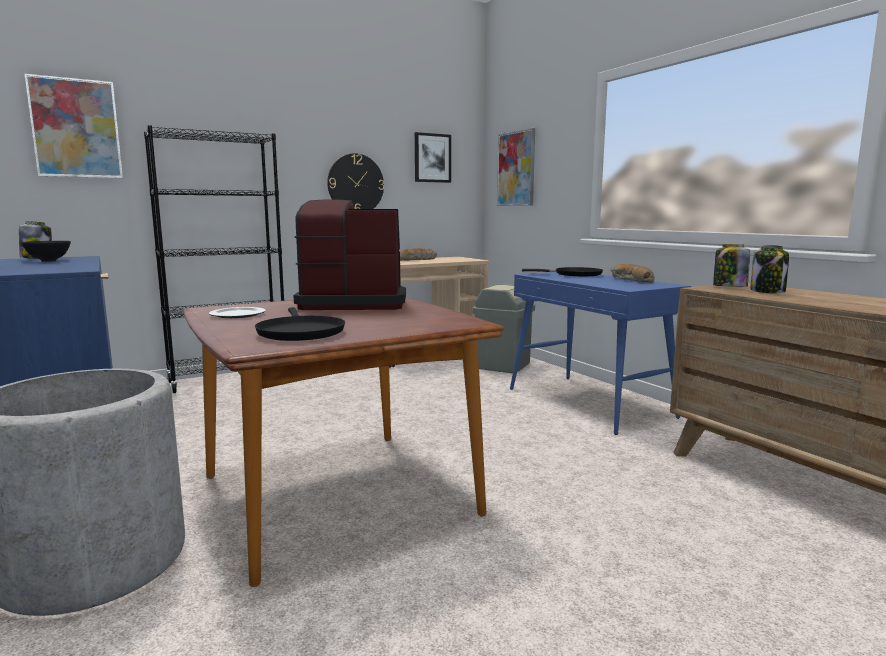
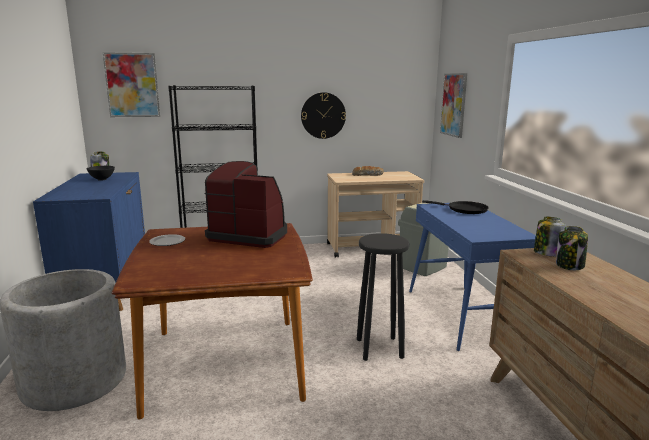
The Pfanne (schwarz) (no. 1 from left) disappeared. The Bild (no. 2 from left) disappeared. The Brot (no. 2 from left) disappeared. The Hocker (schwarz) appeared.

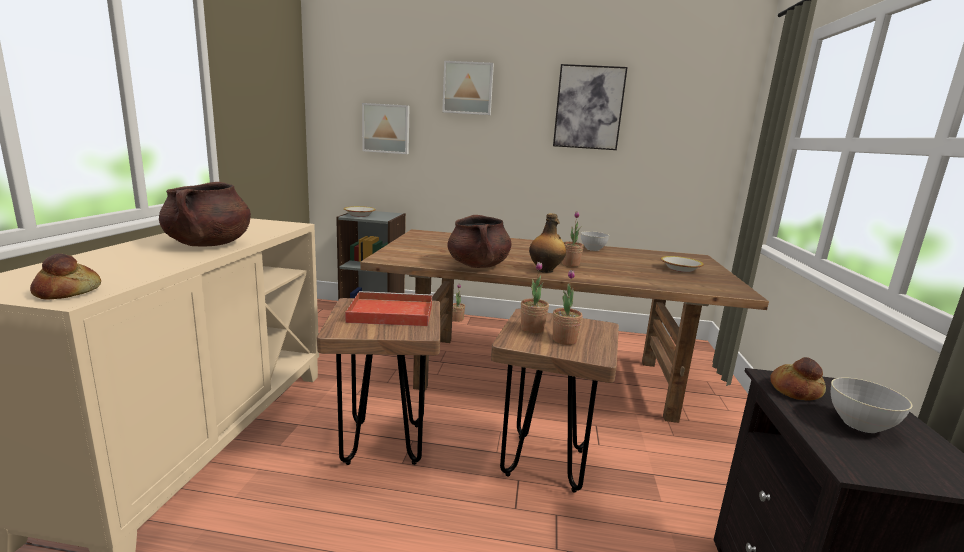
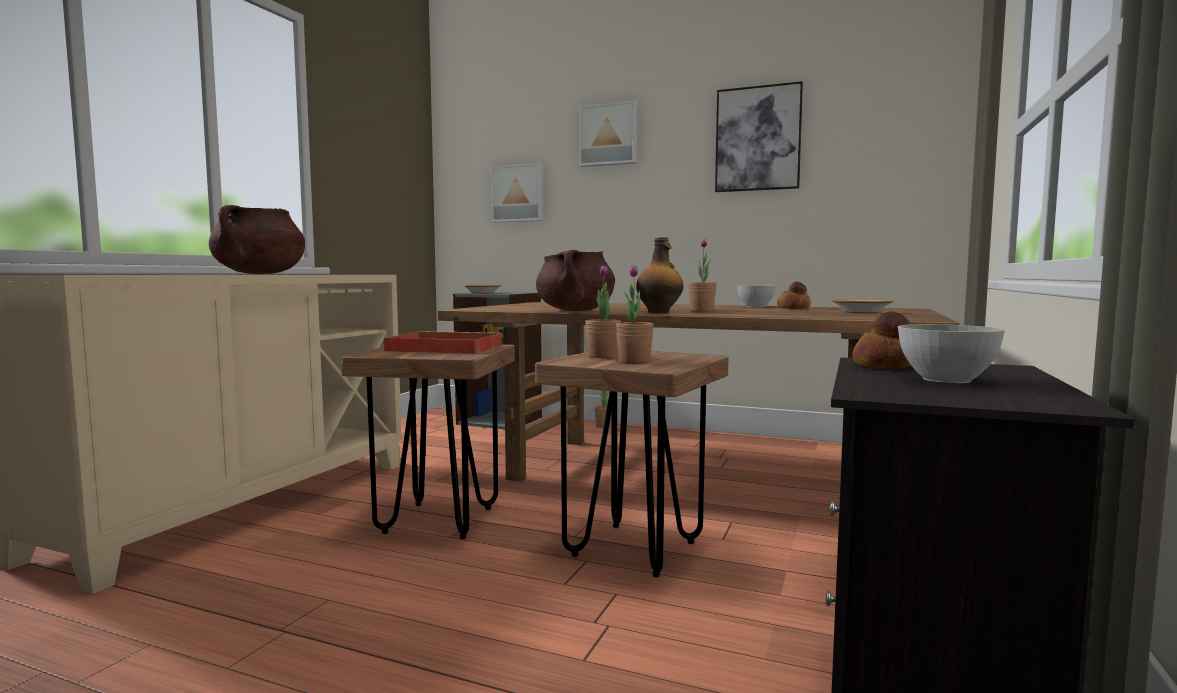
The Brot (no. 1 from left) moved.

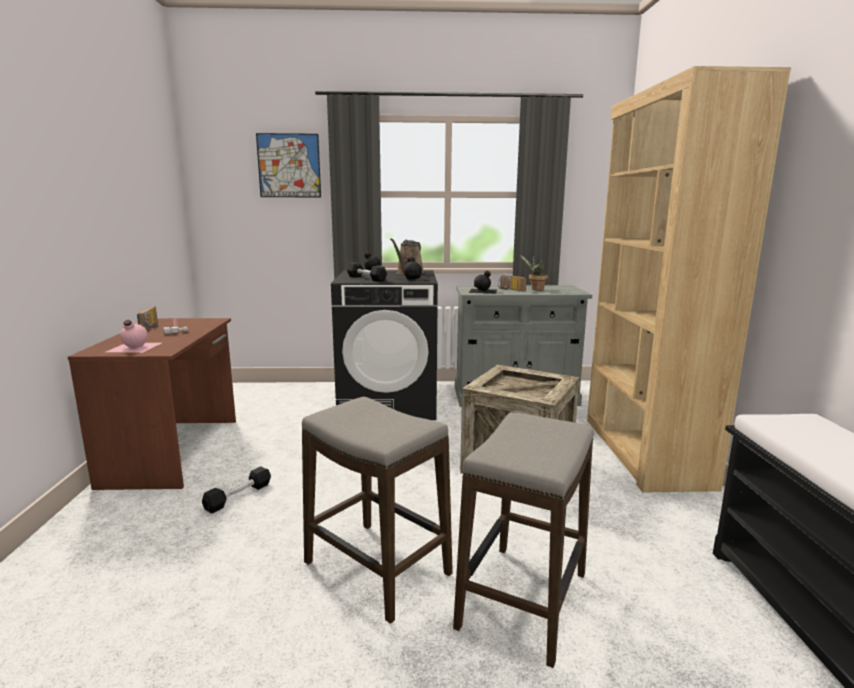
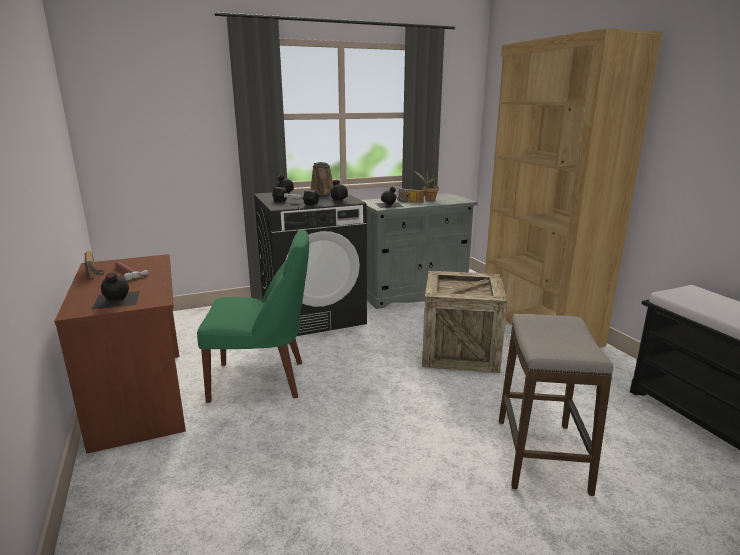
The Hantel (schwarz) (no. 1 from left) disappeared. The Bild disappeared. The Hocker (no. 1 from left) disappeared. The Stuhl (grün) appeared. The Flasche (rosa) became the Flasche (schwarz) (no. 1 from left).

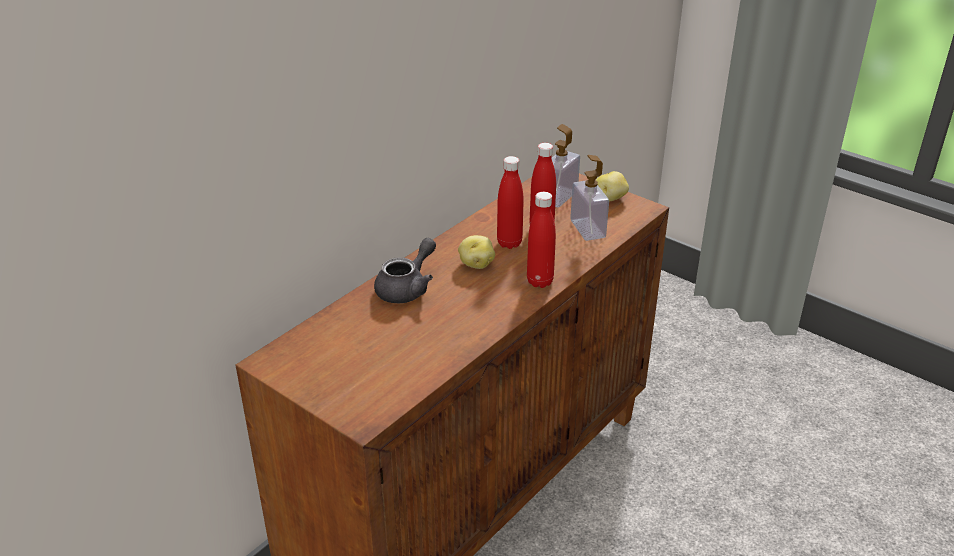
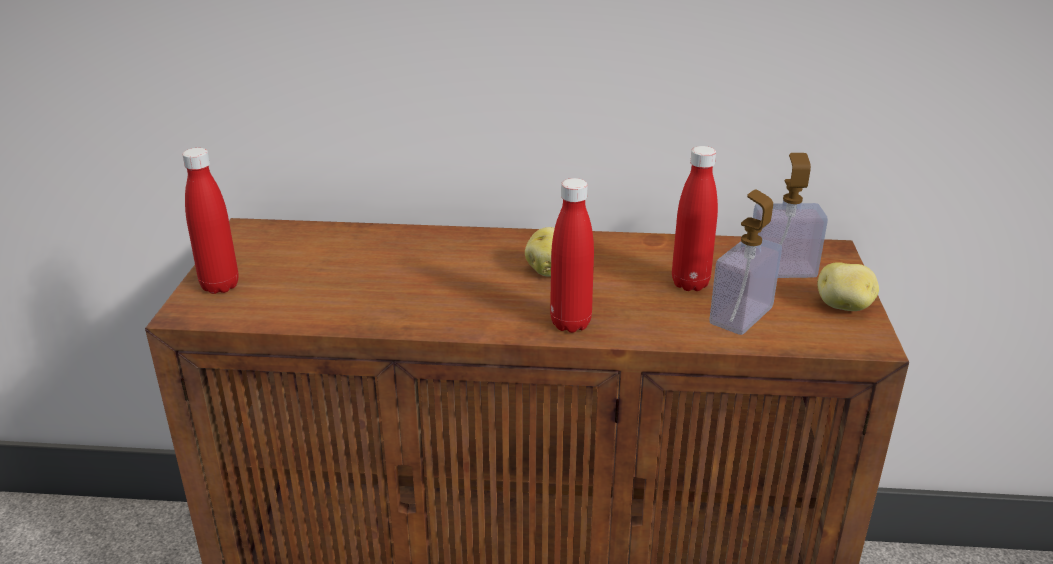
The Teekanne (grau) disappeared. The Flasche (rot) (no. 1 from left) moved.

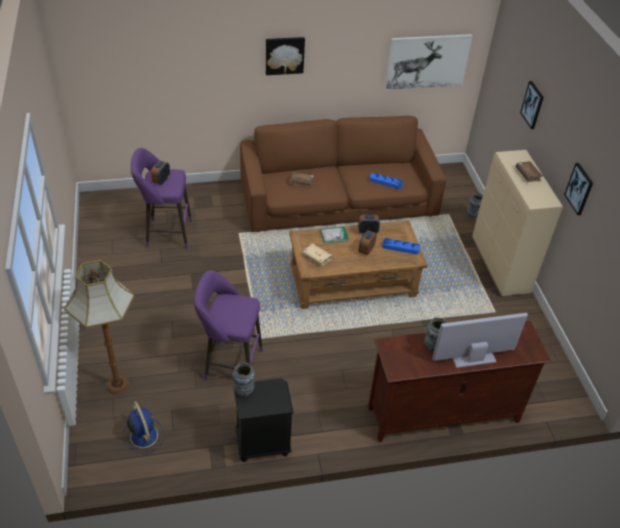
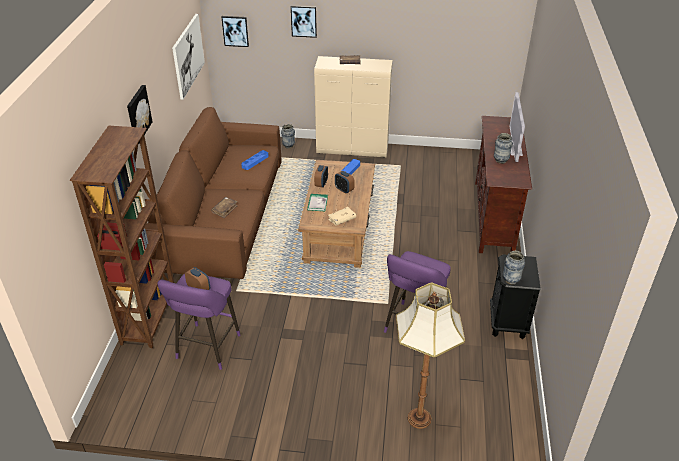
The Ventilator (blau) disappeared. The Bücherregal (braun) appeared. The Bild (no. 4 from left in the first image) moved.

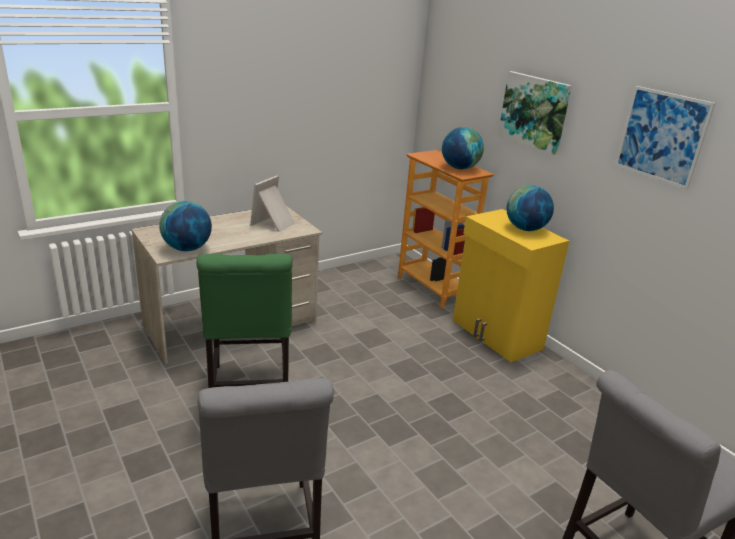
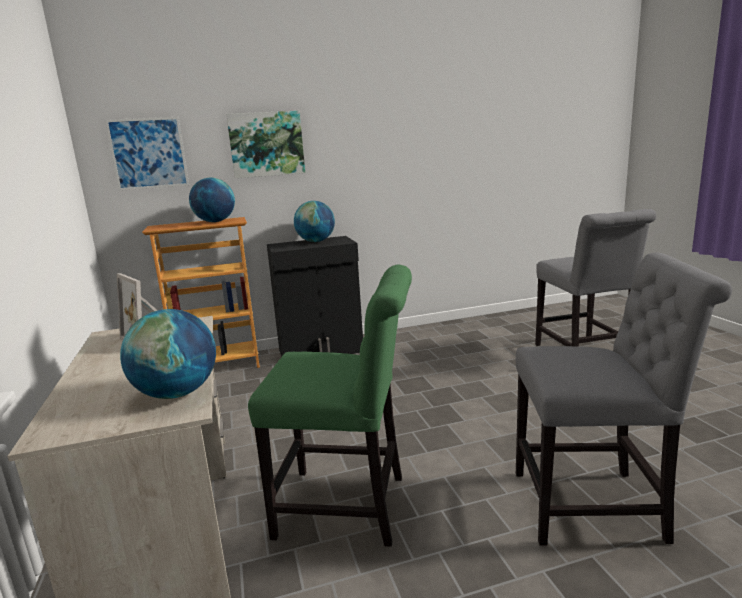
The Bild (no. 2 from left in the first image) moved. The Schrank (gelb) became the Schrank (schwarz).

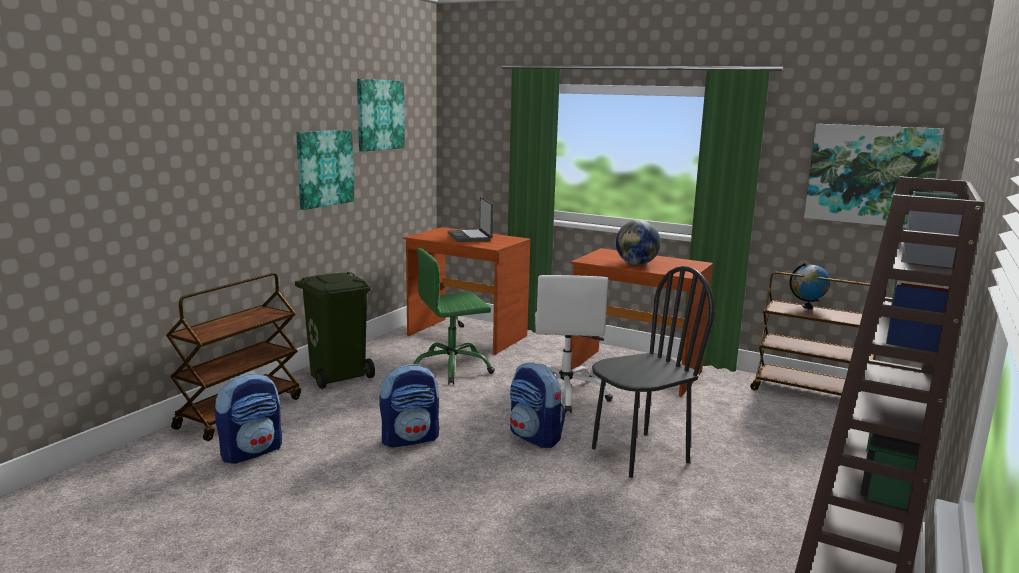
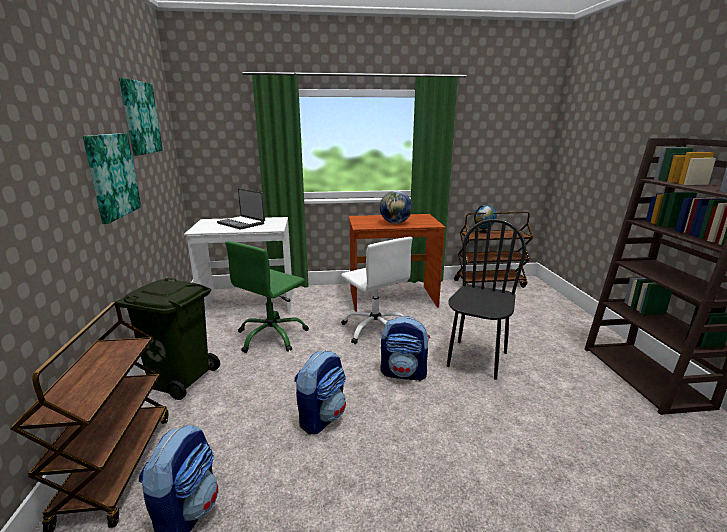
The Bild (no. 3 from left) disappeared. The Schreibtisch (braun) (no. 1 from left) became the Schreibtisch (weiß).

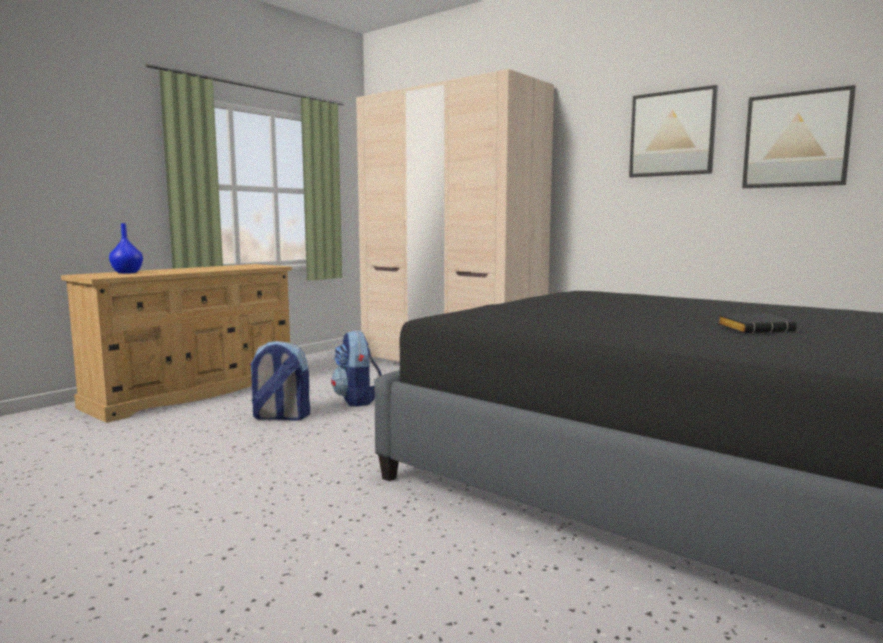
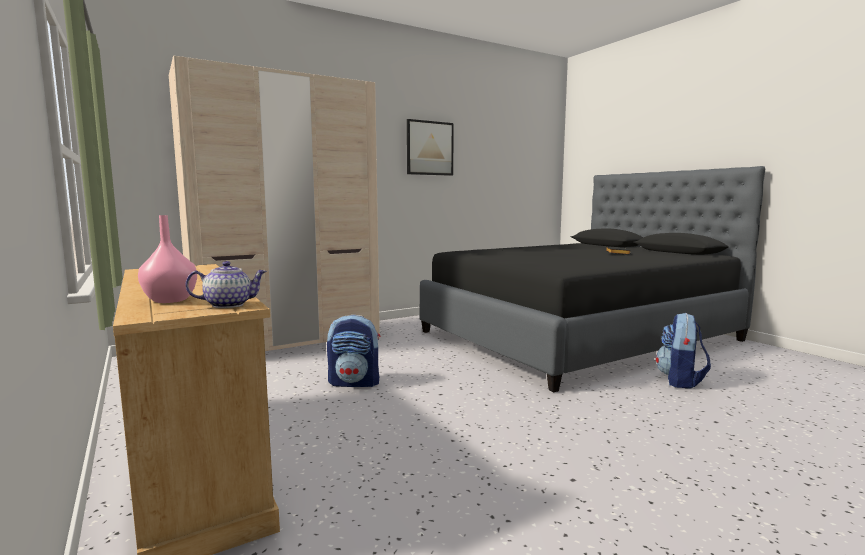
The Bild (no. 2 from left) disappeared. The Teekanne appeared. The Rucksack (no. 1 from left in the first image) moved. The Vase (blau) became the Vase (rosa).

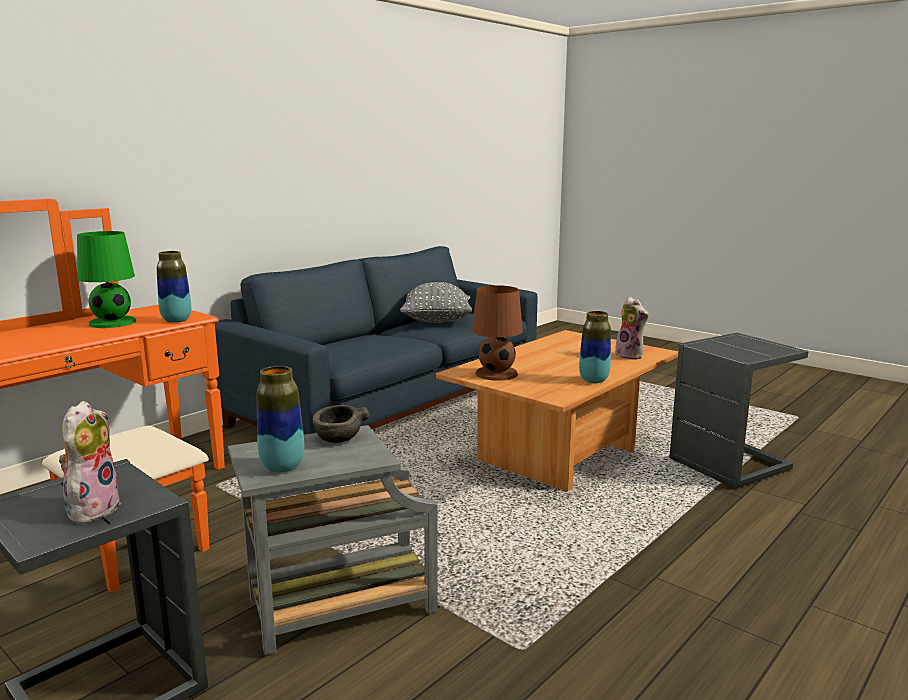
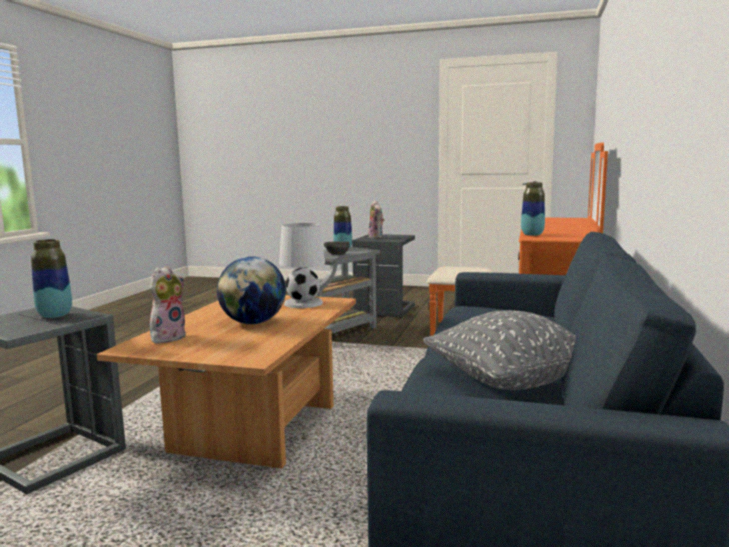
The Tischlampe (grün) disappeared. The Globus appeared. The Vase (no. 3 from left in the first image) moved. The Tischlampe (braun) became the Tischlampe (weiß). The Plüschtier (no. 2 from left in the first image) turned 90 degrees clockwise.

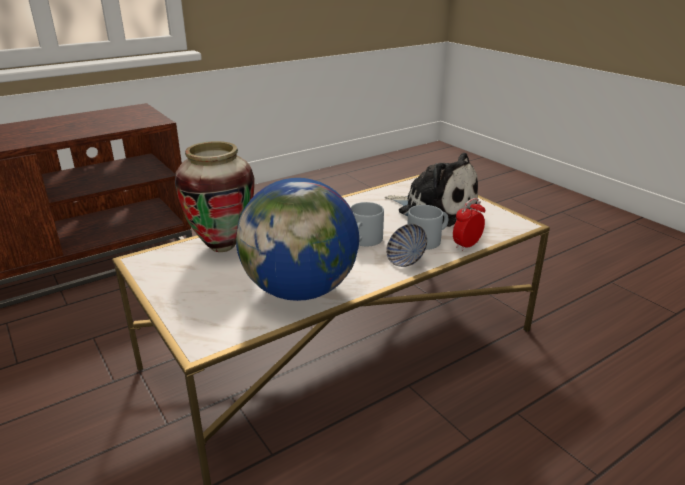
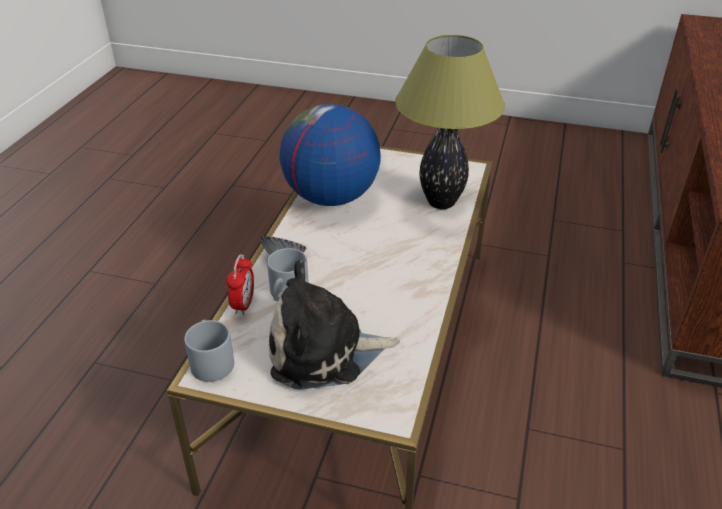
The Henkelbecher (grau) (no. 1 from left) moved. The Vase was replaced by the Tischlampe.

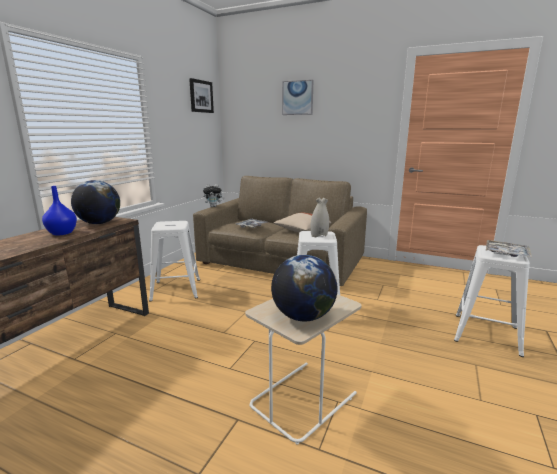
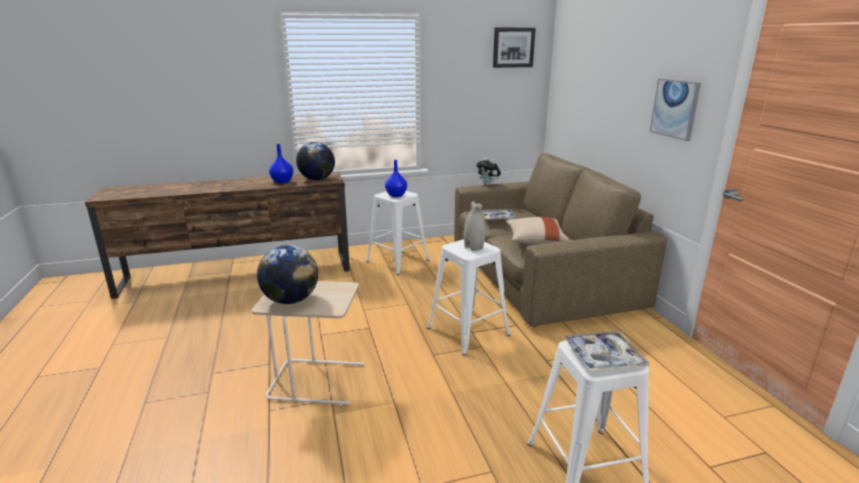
The Vase (blau) (no. 2 from left) appeared. The Bild (no. 2 from left) moved.

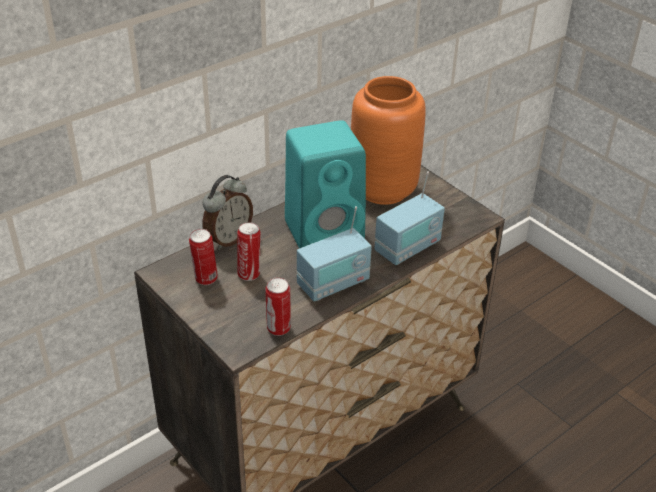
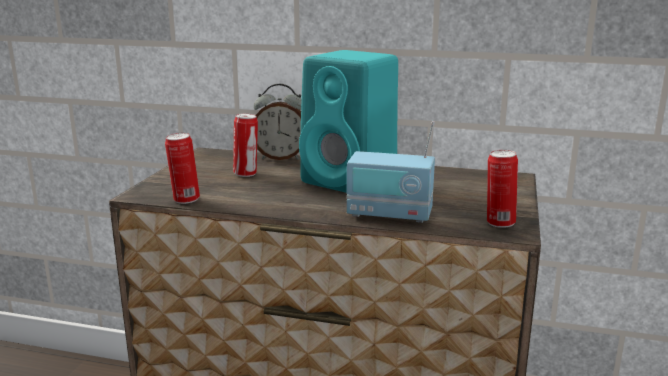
The Radio (no. 1 from left) disappeared. The Vase (orange) disappeared. The Dose (no. 1 from left in the first image) moved.

